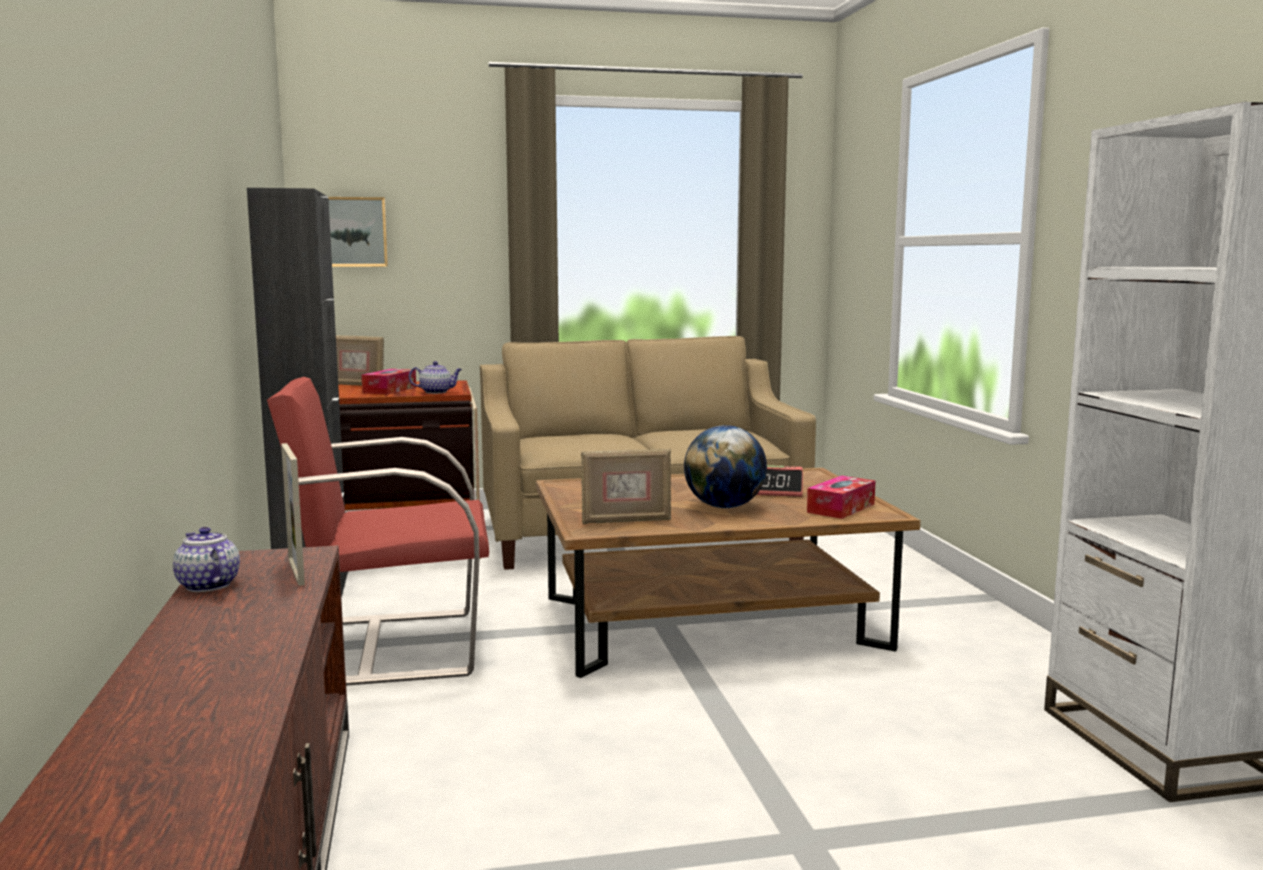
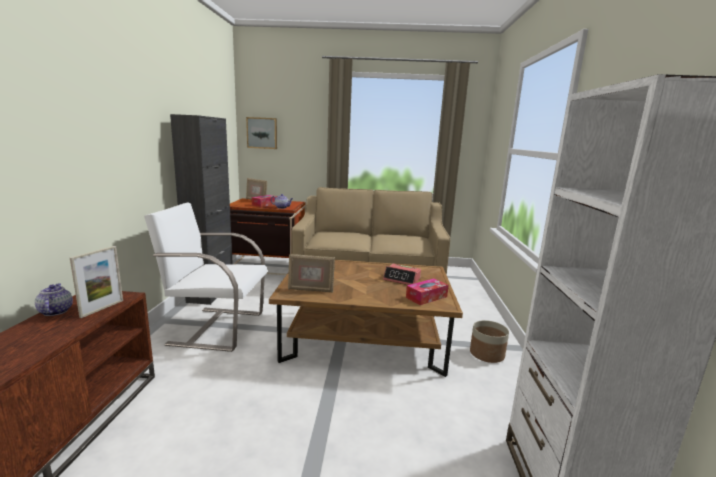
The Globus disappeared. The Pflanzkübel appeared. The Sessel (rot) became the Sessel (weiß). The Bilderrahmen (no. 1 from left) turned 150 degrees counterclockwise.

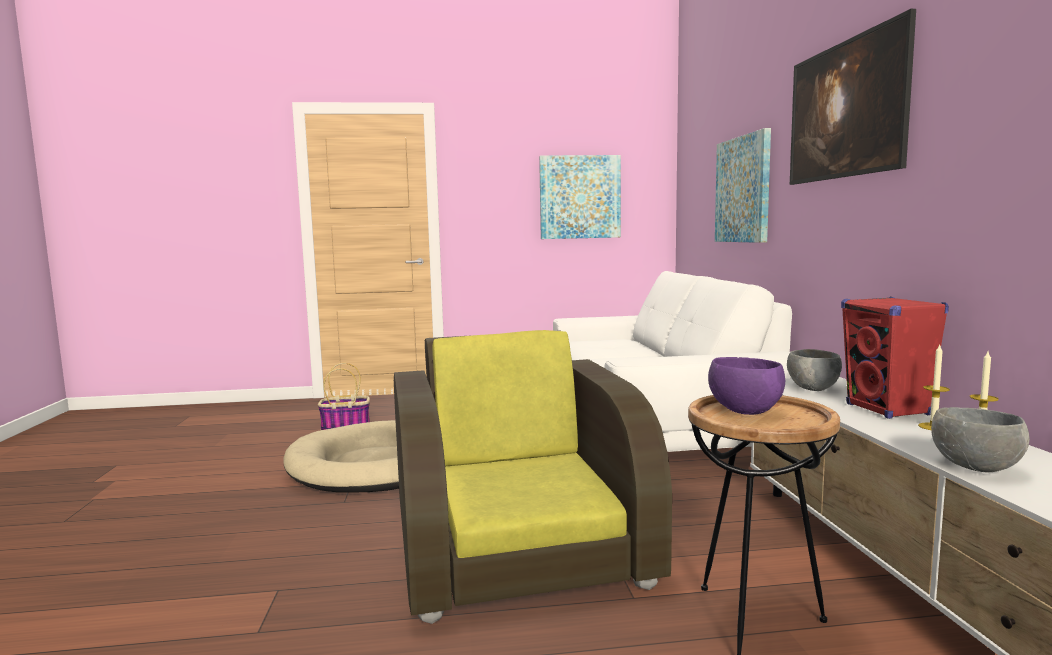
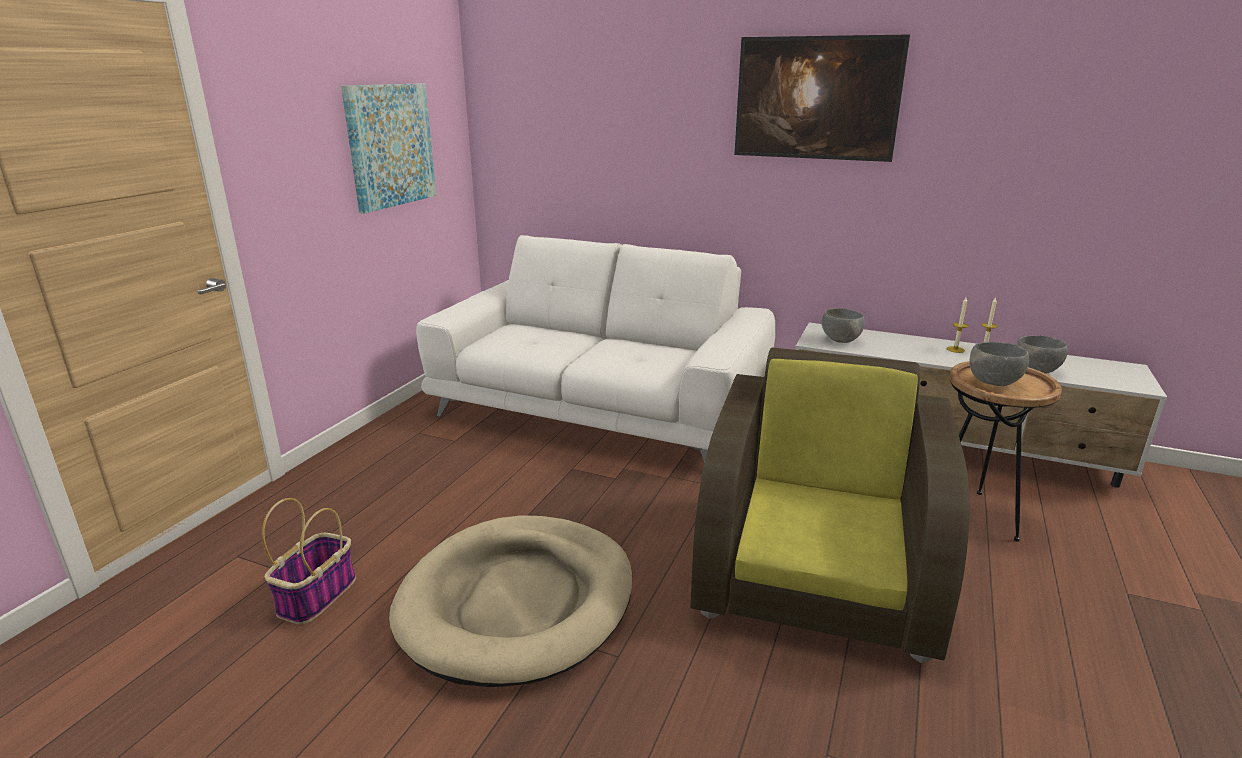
The Bild (no. 2 from left) disappeared. The Lautsprecher (rot) disappeared. The Schüssel (lila) became the Schüssel (grau) (no. 2 from left). The Sessel (braun) turned 90 degrees clockwise.

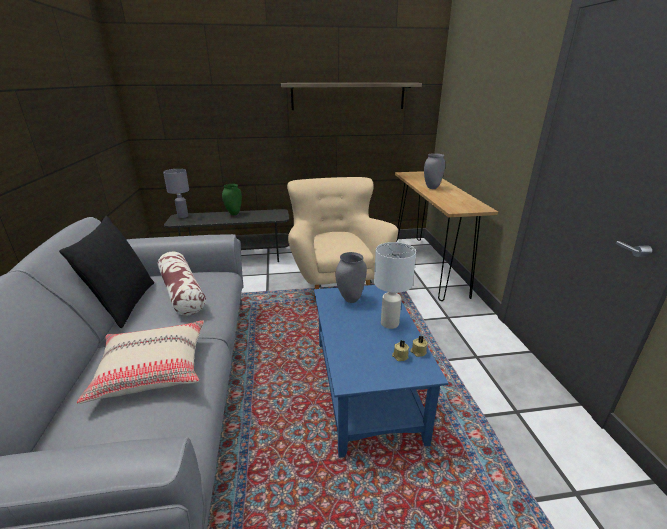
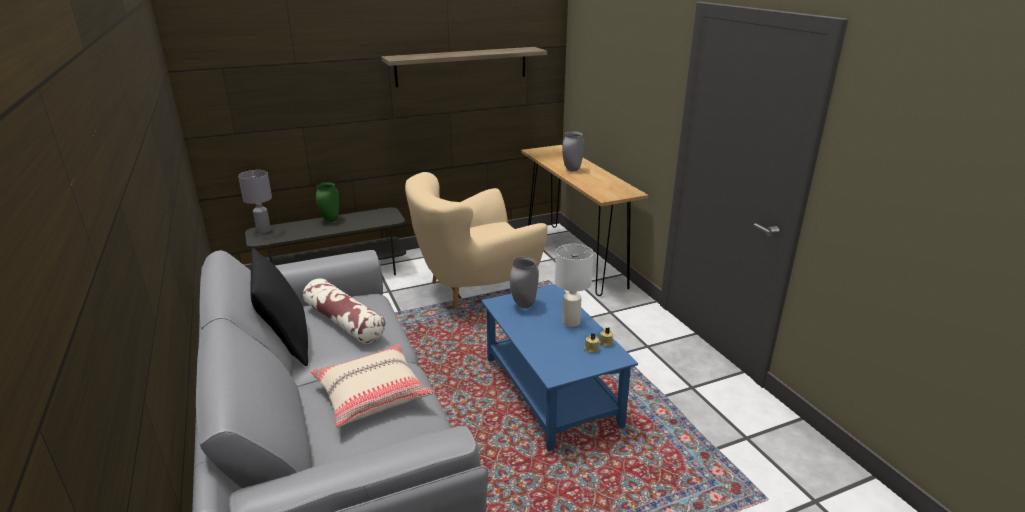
The Sessel (beige) turned 90 degrees counterclockwise.

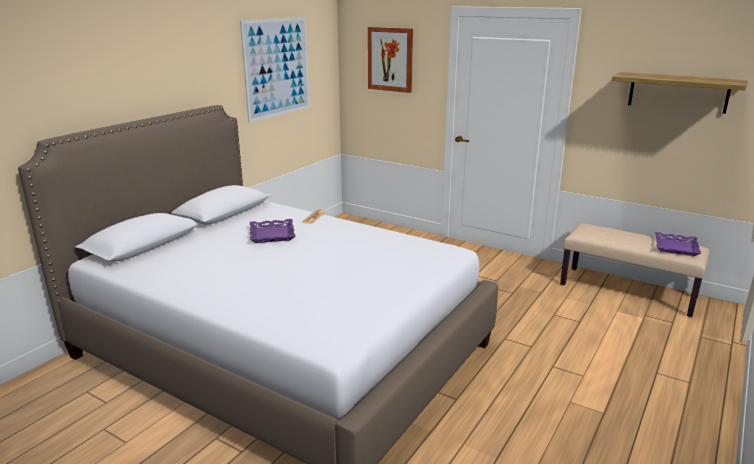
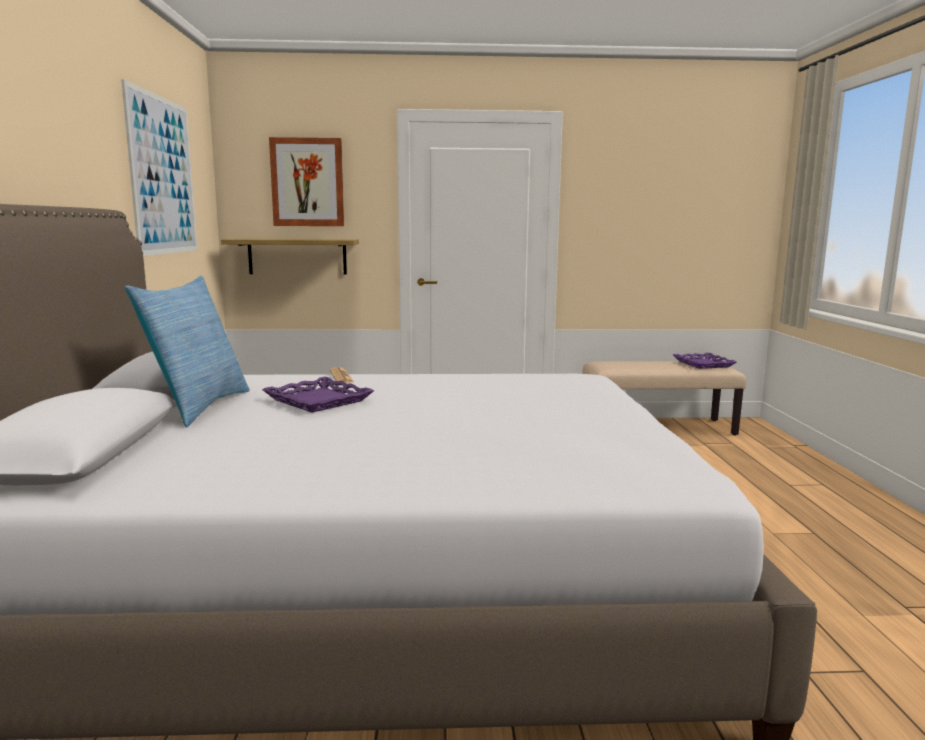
The Kissen appeared. The Wandregal moved.

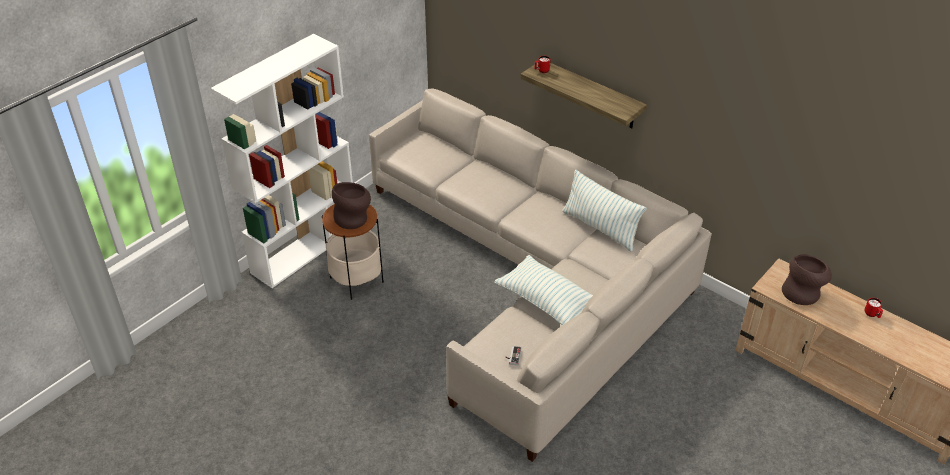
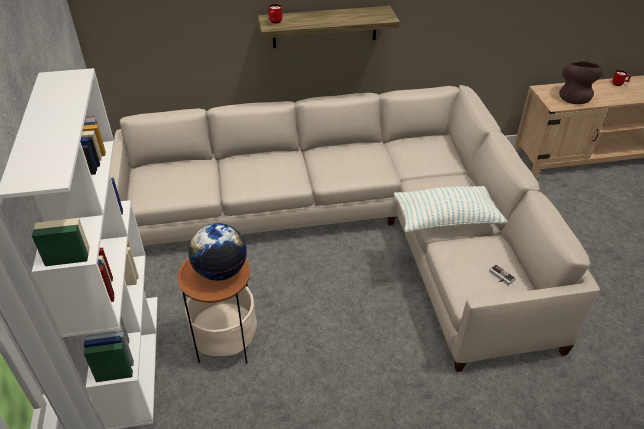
The Kissen (no. 2 from left) disappeared. The Vase (braun) (no. 1 from left) was replaced by the Globus.

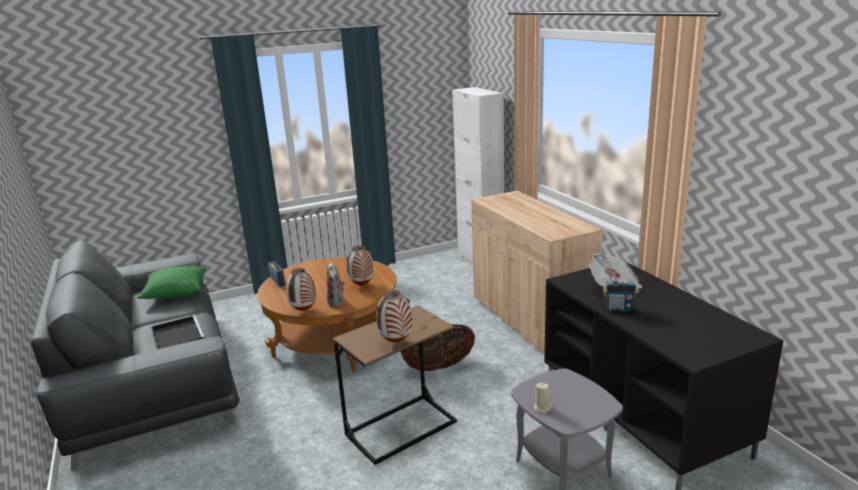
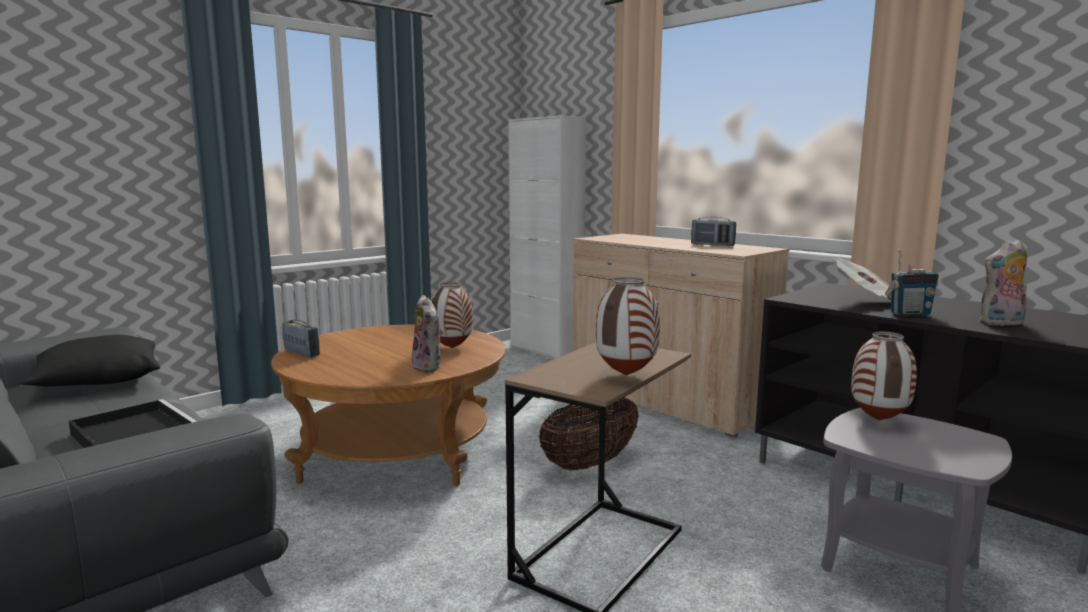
The Kerze (beige) disappeared. The Radio (no. 2 from left) appeared. The Plüschtier (no. 2 from left) appeared. The Vase (no. 1 from left in the first image) moved. The Kissen (grün) became the Kissen (schwarz).

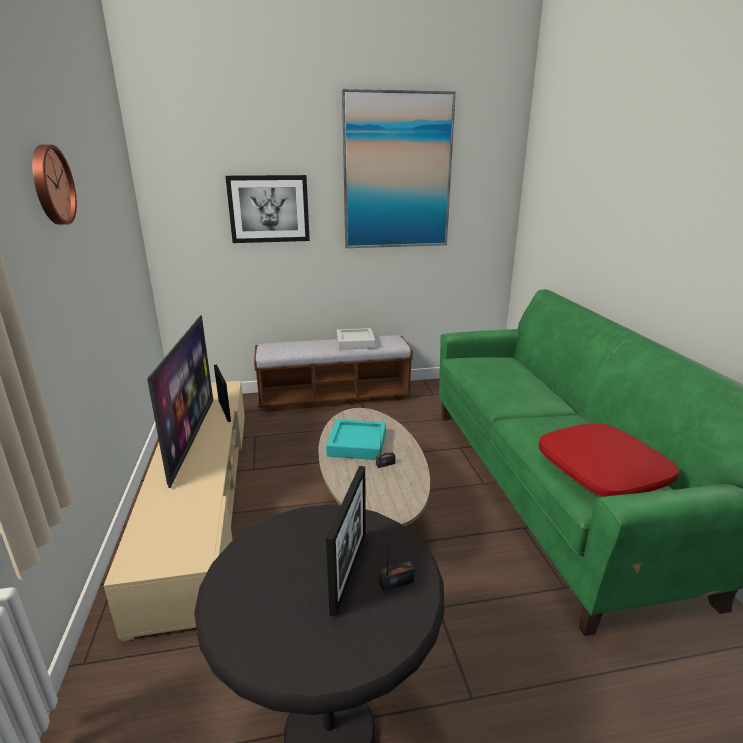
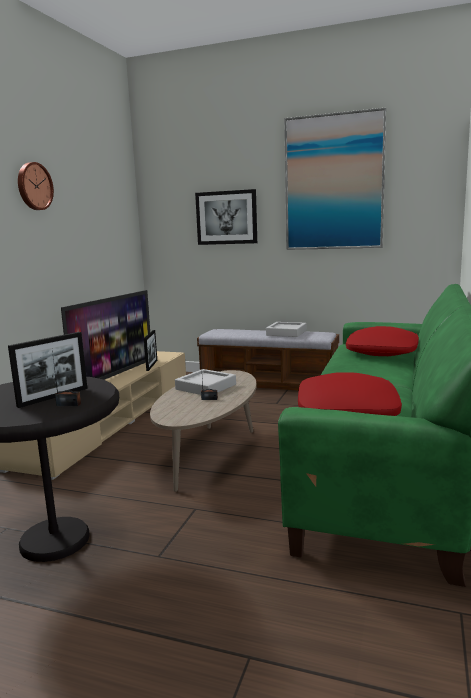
The Kissen (rot) (no. 2 from left) appeared. The Tablett (türkis) became the Tablett (grau) (no. 1 from left).

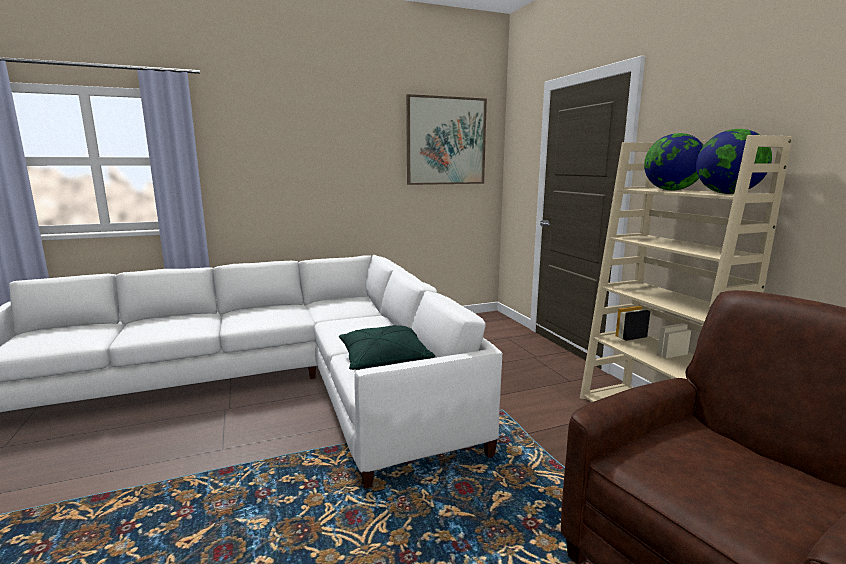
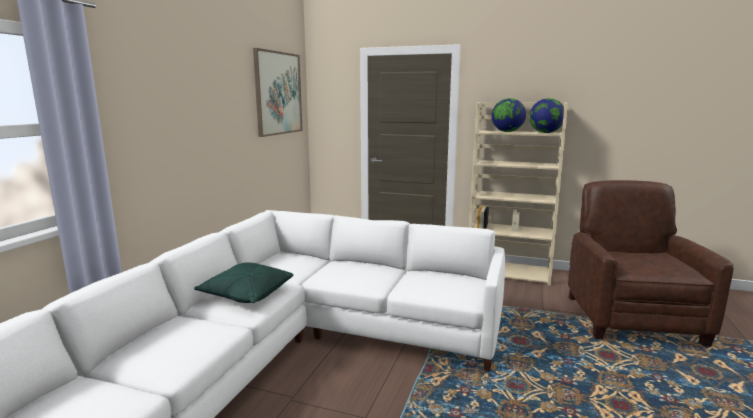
The Kissen (grün) moved.

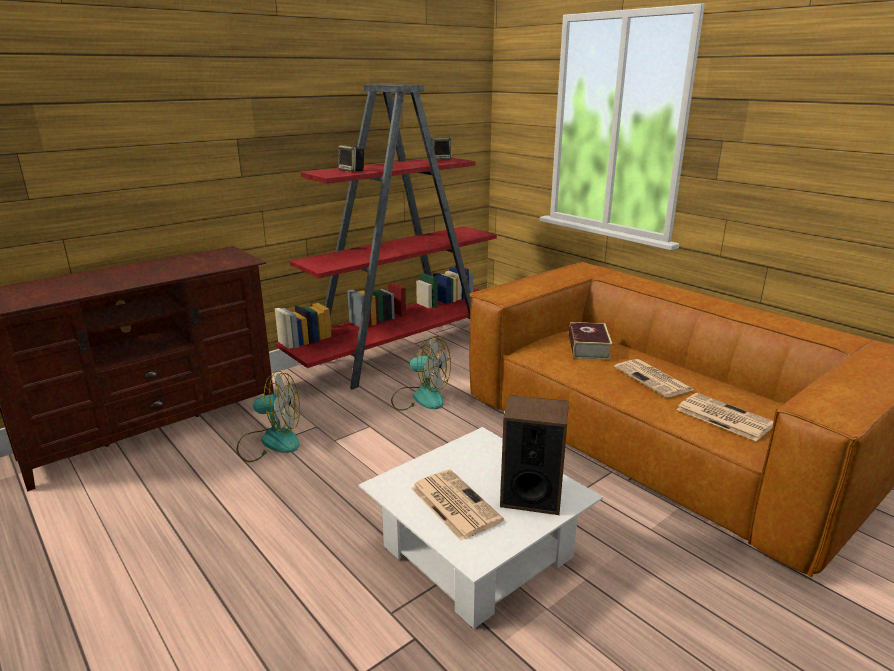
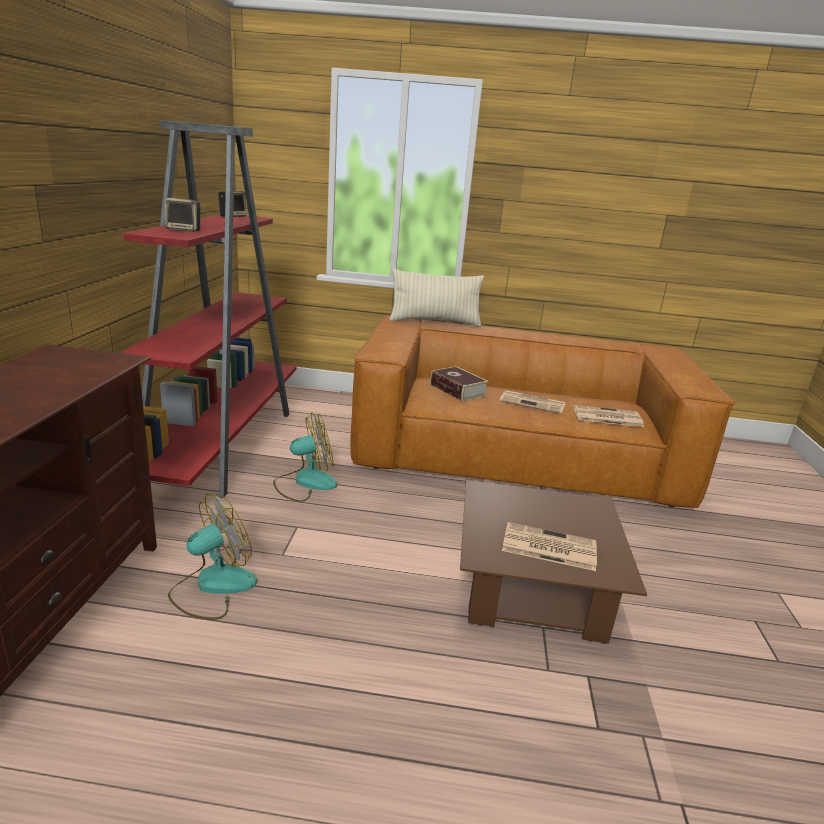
The Lautsprecher (no. 3 from left) disappeared. The Kissen (beige) appeared. The Couchtisch (weiß) became the Couchtisch (braun).

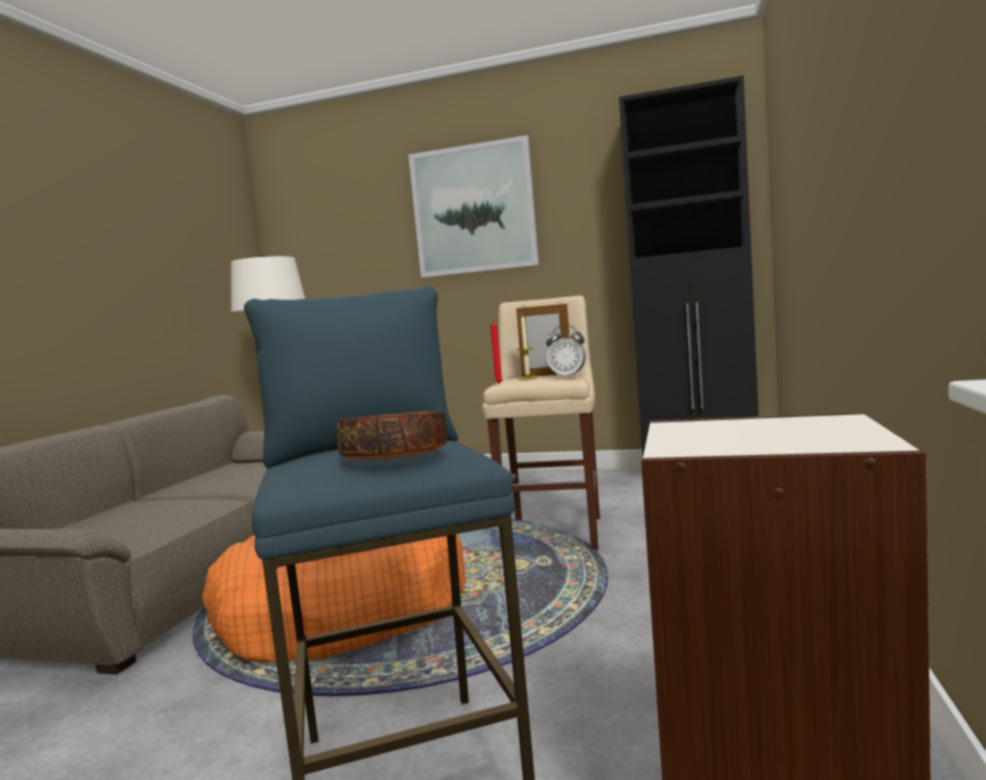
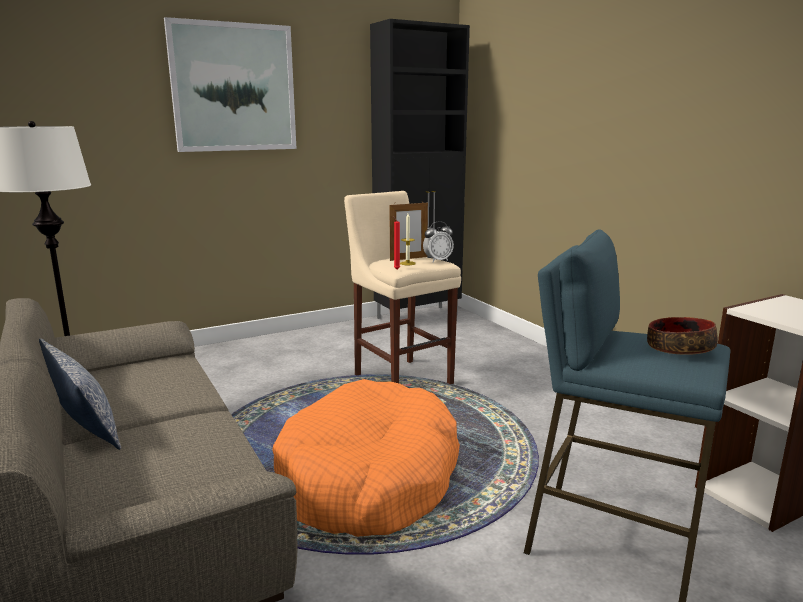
The Kissen appeared.

